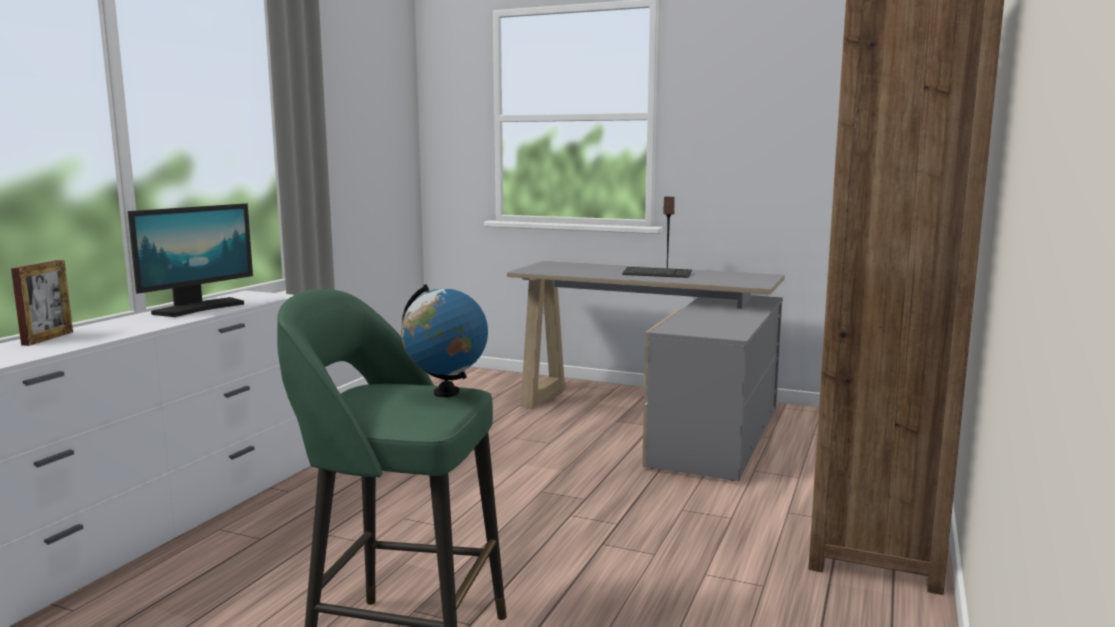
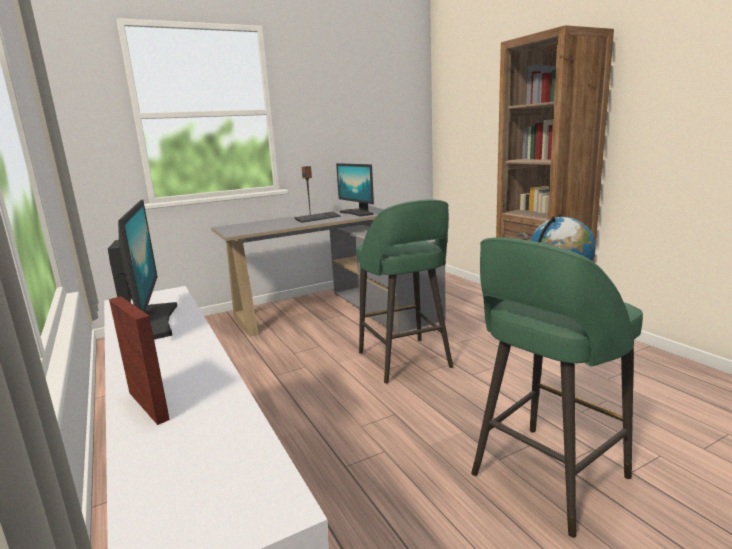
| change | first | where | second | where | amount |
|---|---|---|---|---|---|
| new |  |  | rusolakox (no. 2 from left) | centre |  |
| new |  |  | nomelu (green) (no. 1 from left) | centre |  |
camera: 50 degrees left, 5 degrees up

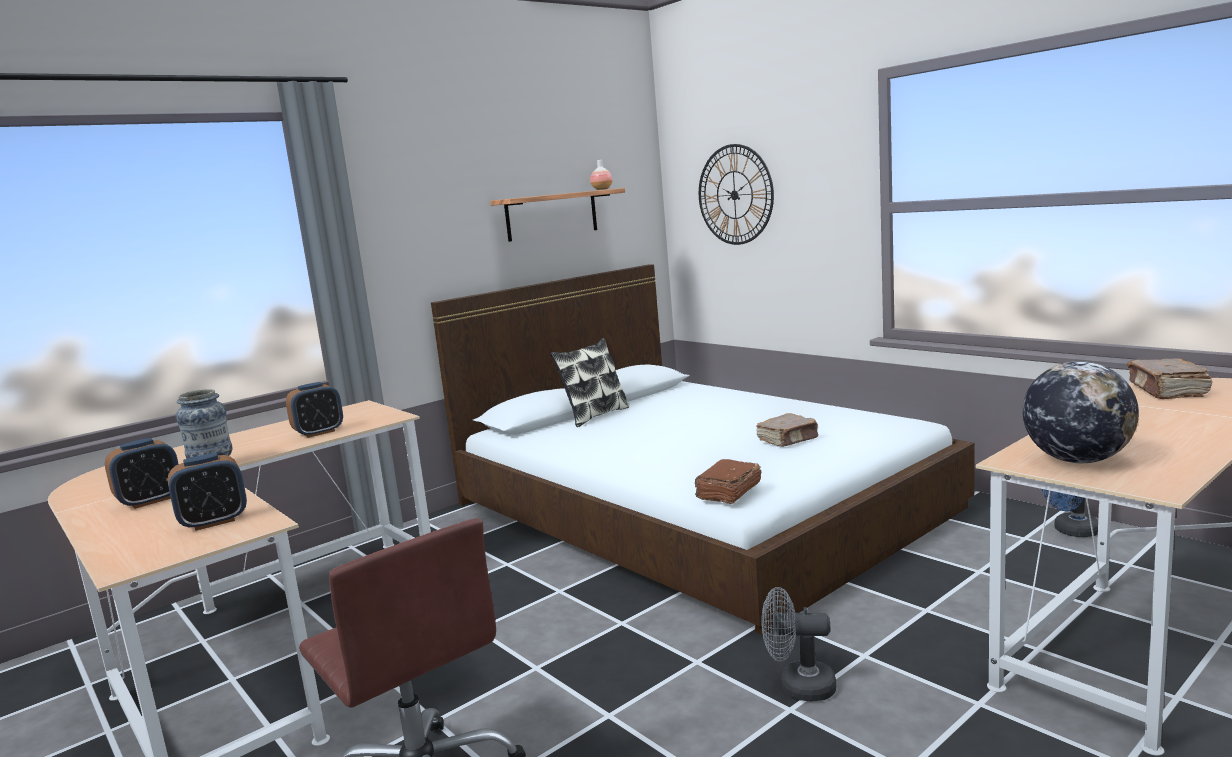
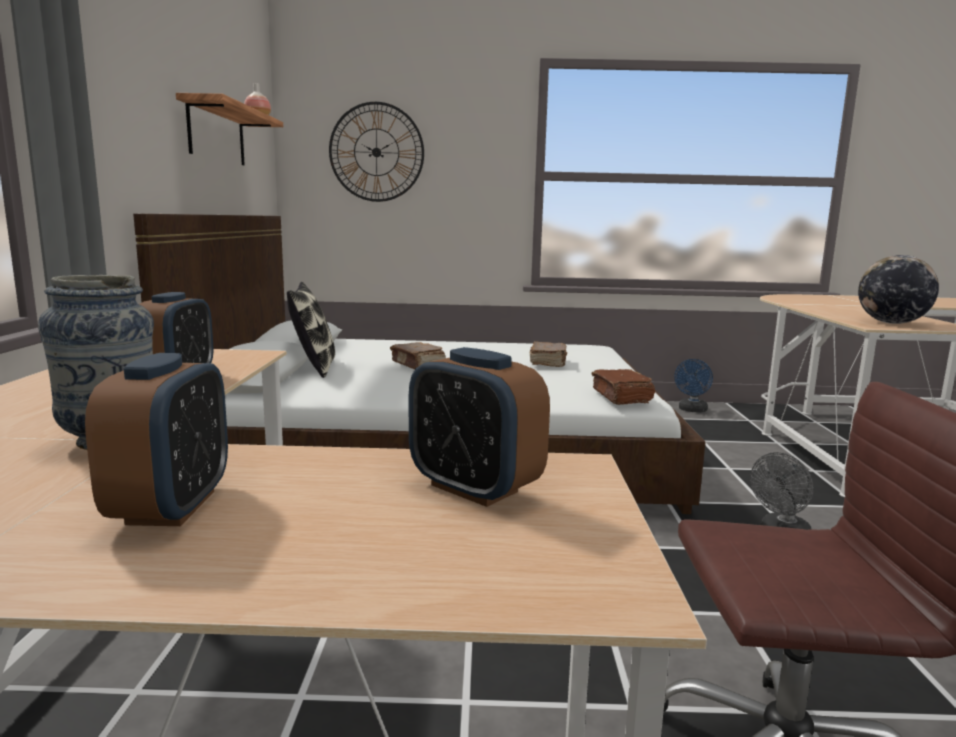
| change | first | where | second | where | amount |
|---|---|---|---|---|---|
| shifted | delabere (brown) (no. 3 from left in the first image) | middle right | delabere (brown) (no. 1 from left) | centre |  |
| rotated | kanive (no. 2 from left in the first image) | middle left | kanive (no. 3 from left) | centre | 120 degrees clockwise |
camera: 50 degrees left, 0 degrees up

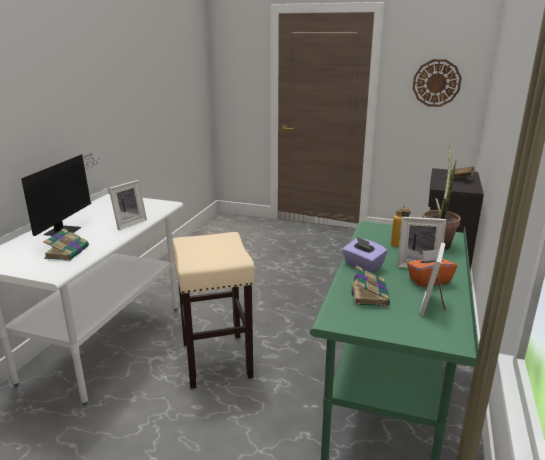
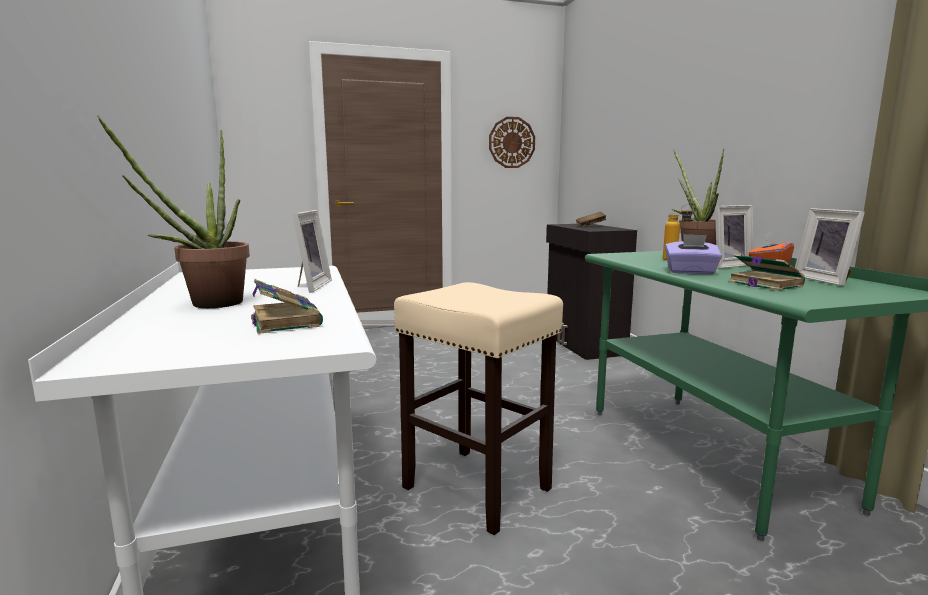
| change | first | where | second | where | amount |
|---|---|---|---|---|---|
| swapped | rusolakox | middle left | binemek (no. 1 from left) | middle left |  |
camera: 35 degrees left, 10 degrees down

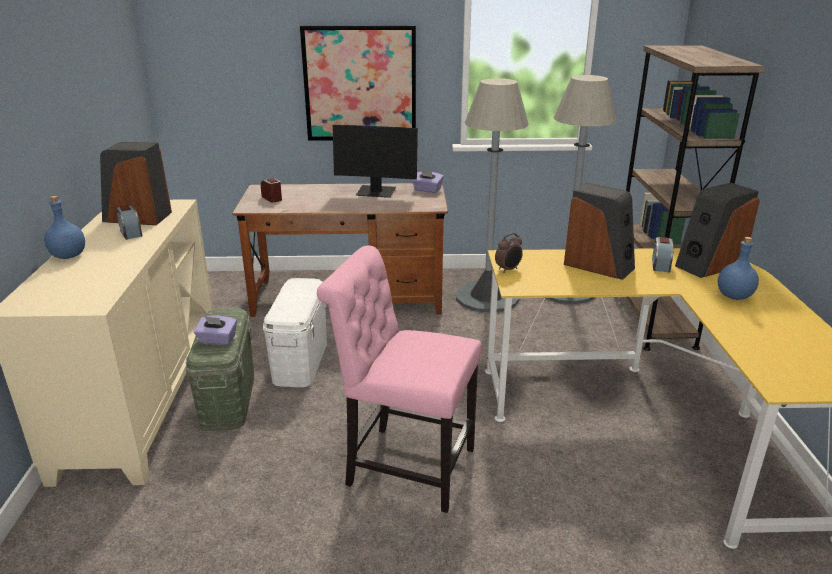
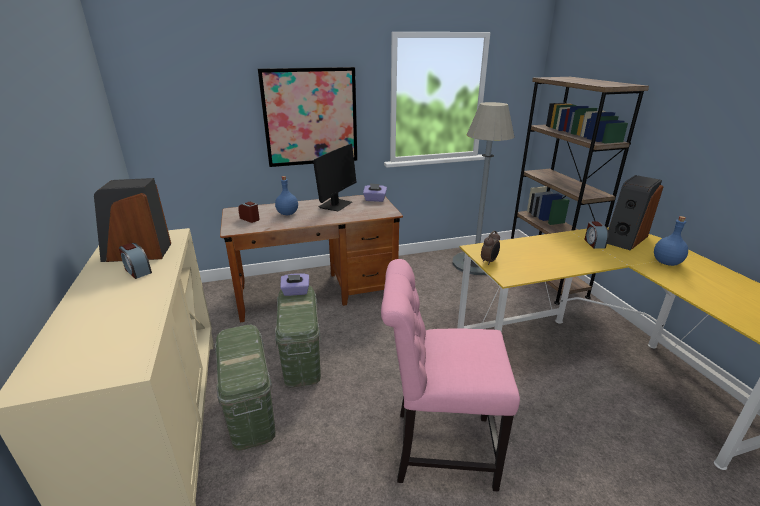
| change | first | where | second | where | amount |
|---|---|---|---|---|---|
| gone | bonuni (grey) (no. 1 from left) | centre |  |  |  |
| rotated | rusolakox | top centre |  | centre | 60 degrees counterclockwise |
| gone | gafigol (no. 2 from left) | middle right |  |  |  |
| shifted | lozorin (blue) (no. 1 from left) | middle left |  | centre |  |
| repainted | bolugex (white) | centre | bolugex (green) (no. 2 from left) | centre |  |
| shifted | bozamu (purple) (no. 1 from left) | middle left |  | centre |  |
camera: 15 degrees left, 0 degrees up

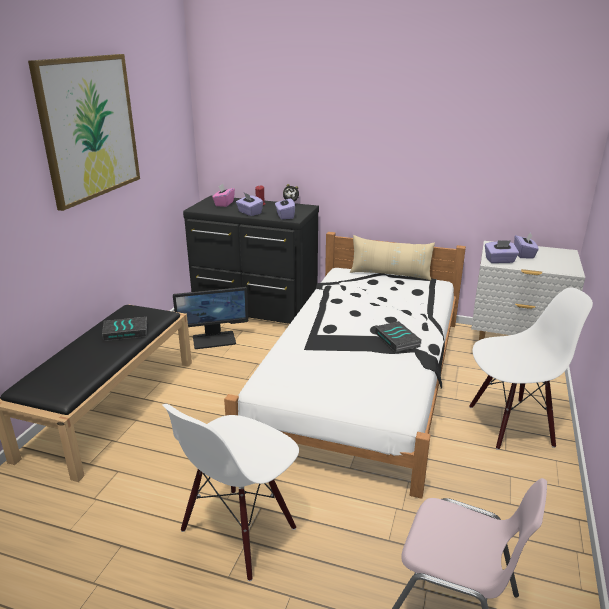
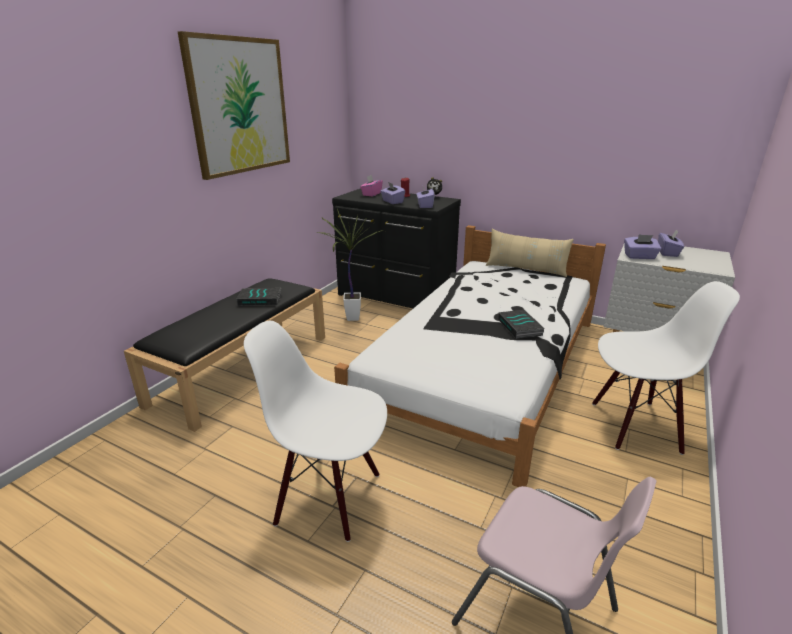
| change | first | where | second | where | amount |
|---|---|---|---|---|---|
| swapped | rusolakox | centre | binemek | centre |  |
| rotated | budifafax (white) (no. 1 from left) | bottom centre |  | bottom centre | 60 degrees clockwise |
camera: 10 degrees right, 0 degrees up

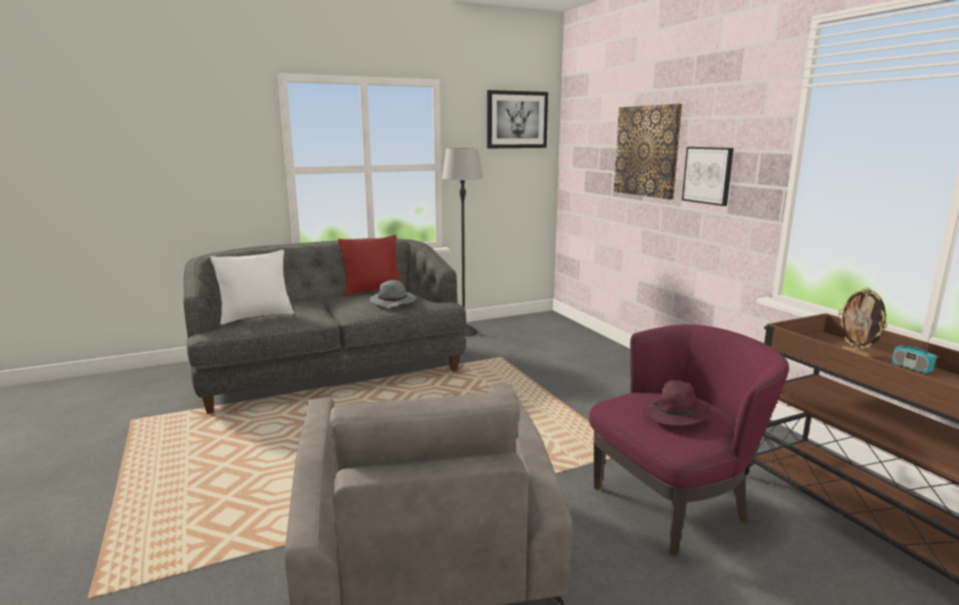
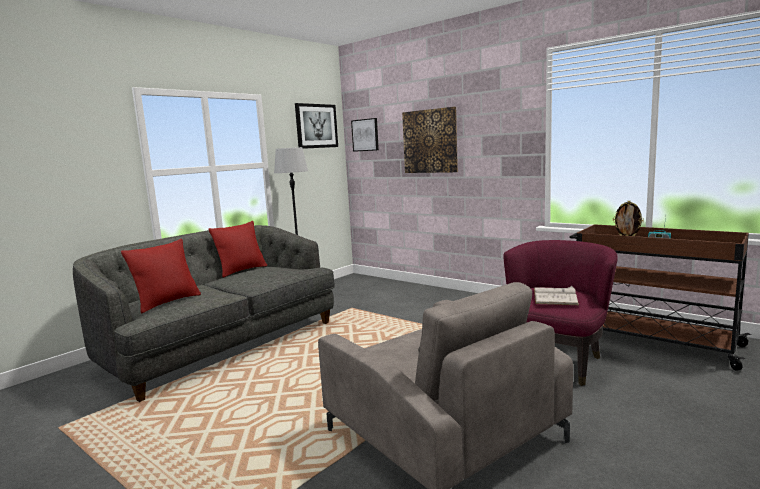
| change | first | where | second | where | amount |
|---|---|---|---|---|---|
| shifted | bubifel (no. 3 from left in the first image) | top right | bubifel (no. 2 from left) | top centre |  |
| repainted | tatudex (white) | middle left | tatudex (red) (no. 1 from left) | middle left |  |
| gone | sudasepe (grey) | centre |  |  |  |
| swapped | sudasepe (purple) | middle right | delabere (white) | middle right |  |
camera: 25 degrees left, 5 degrees down

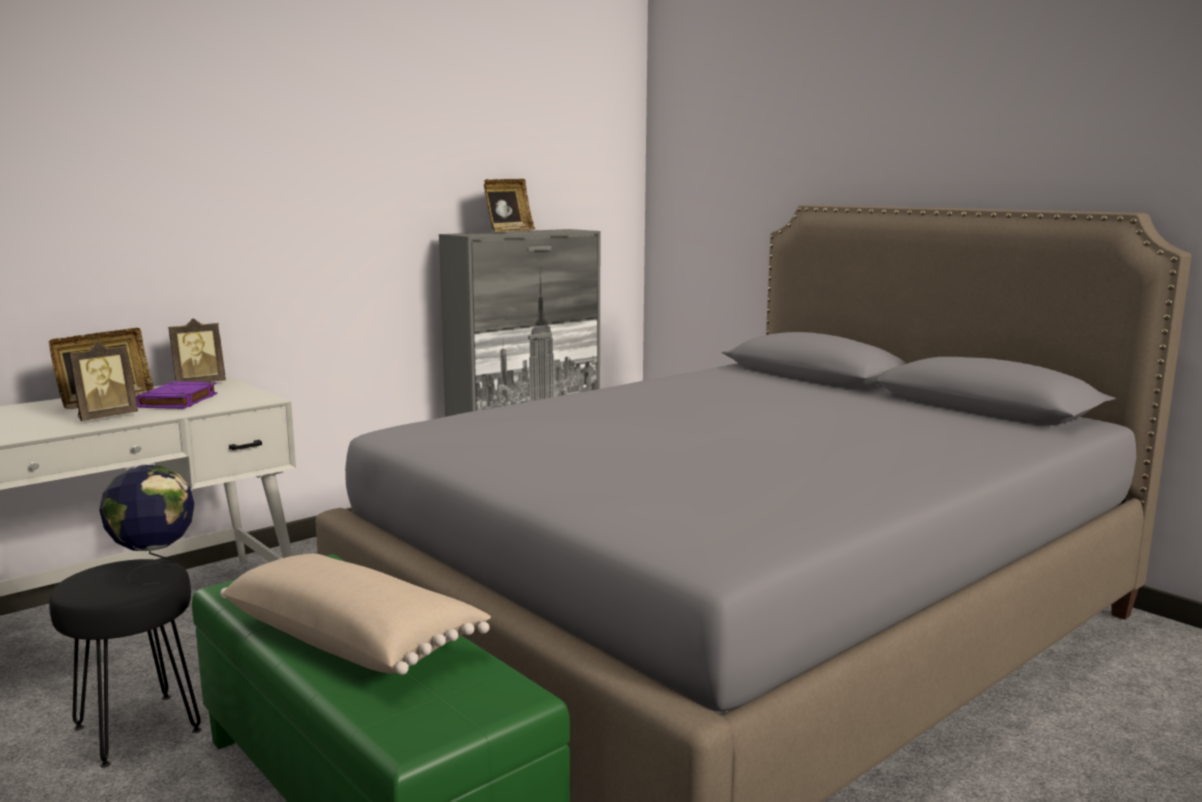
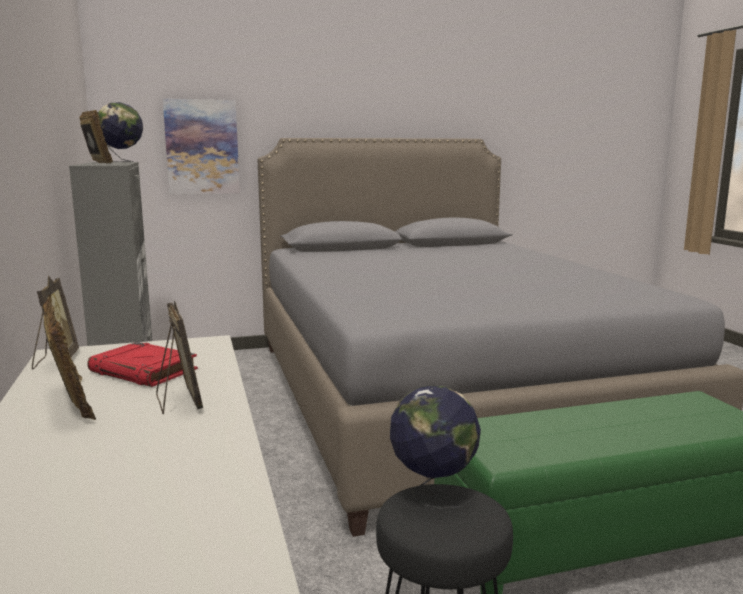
| change | first | where | second | where | amount |
|---|---|---|---|---|---|
| repainted | delabere (purple) | middle left | delabere (red) | middle left |  |
| gone | tatudex (beige) | bottom left |  |  |  |
| new |  |  | bubifel | top left |  |
| new |  |  | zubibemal (no. 1 from left) | top left |  |
camera: 65 degrees left, 0 degrees up

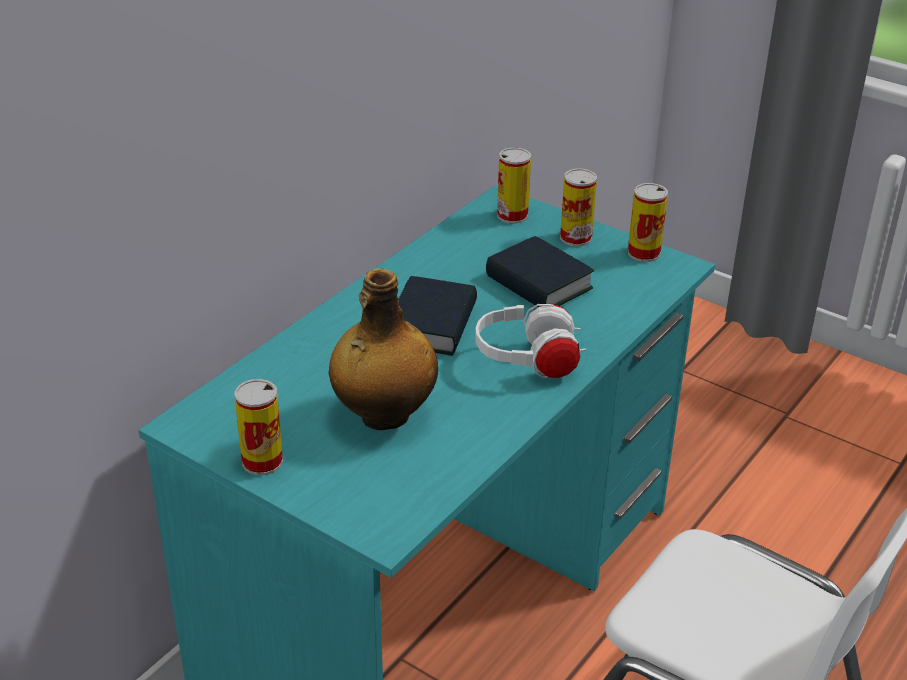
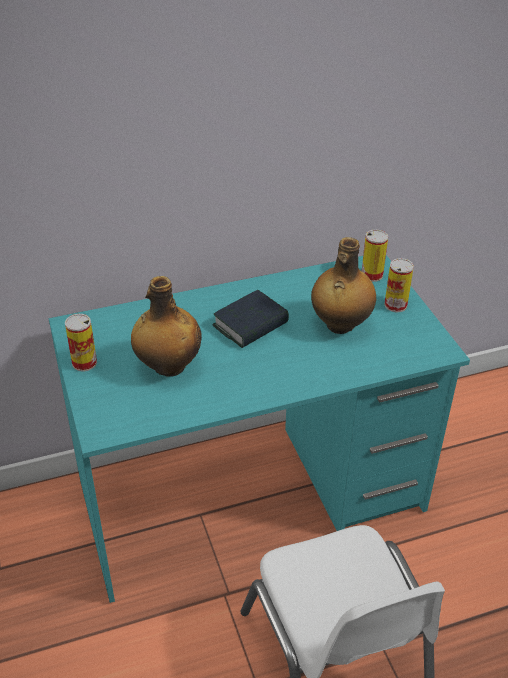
| change | first | where | second | where | amount |
|---|---|---|---|---|---|
| gone | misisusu (no. 4 from left) | top right |  |  |  |
| swapped | delabere (no. 2 from left) | centre | lozorin (no. 2 from left) | middle right |  |
| gone | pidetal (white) | centre |  |  |  |
camera: 35 degrees right, 5 degrees up

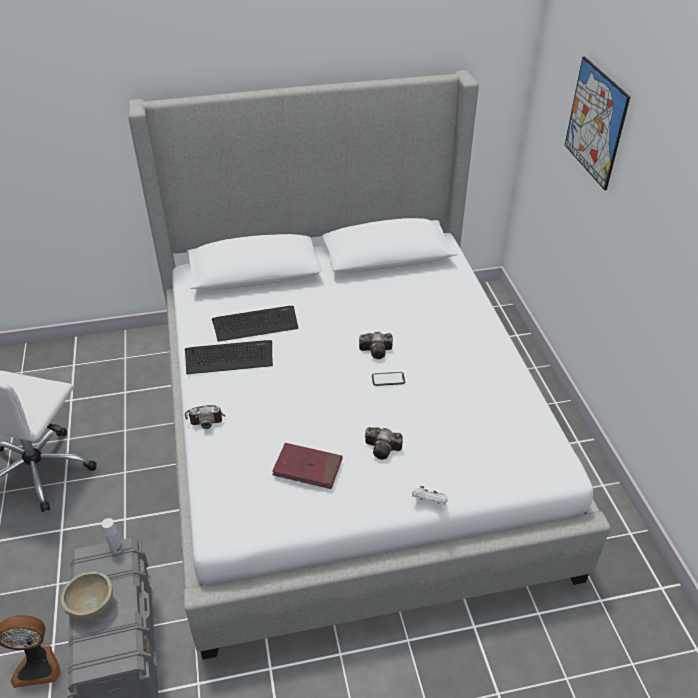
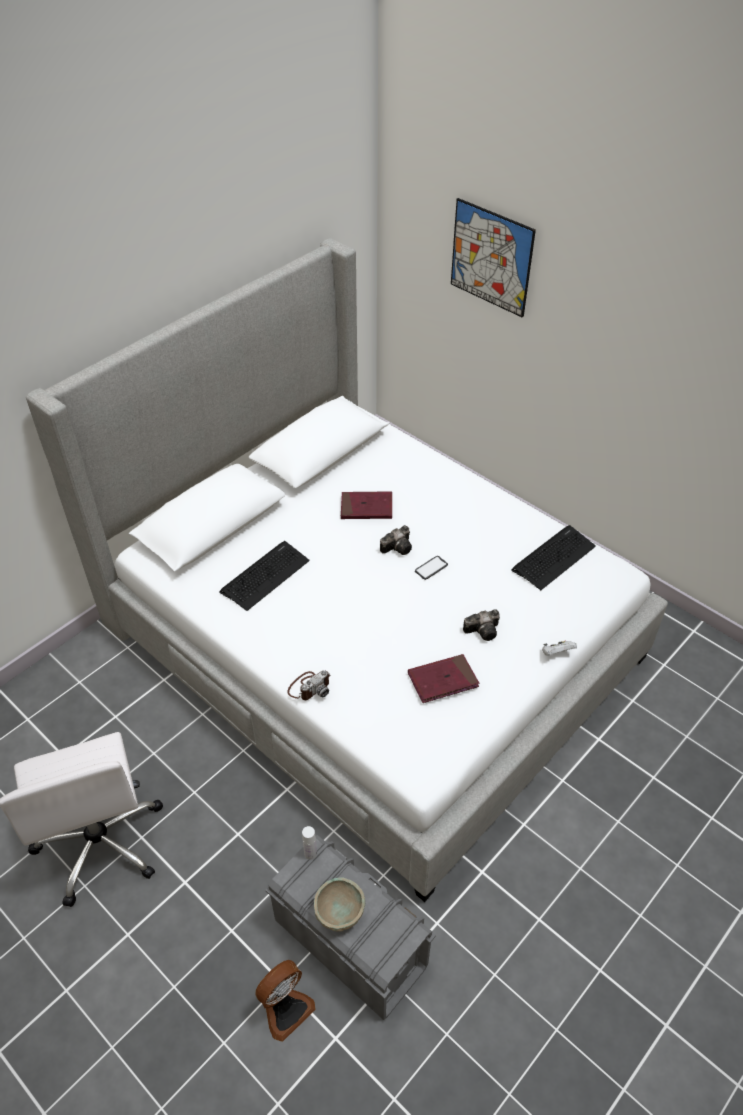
| change | first | where | second | where | amount |
|---|---|---|---|---|---|
| shifted | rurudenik (no. 1 from left in the first image) | middle left | rurudenik (no. 2 from left) | middle right |  |
| new |  |  | delabere (red) (no. 1 from left) | centre |  |
camera: 35 degrees left, 5 degrees up

